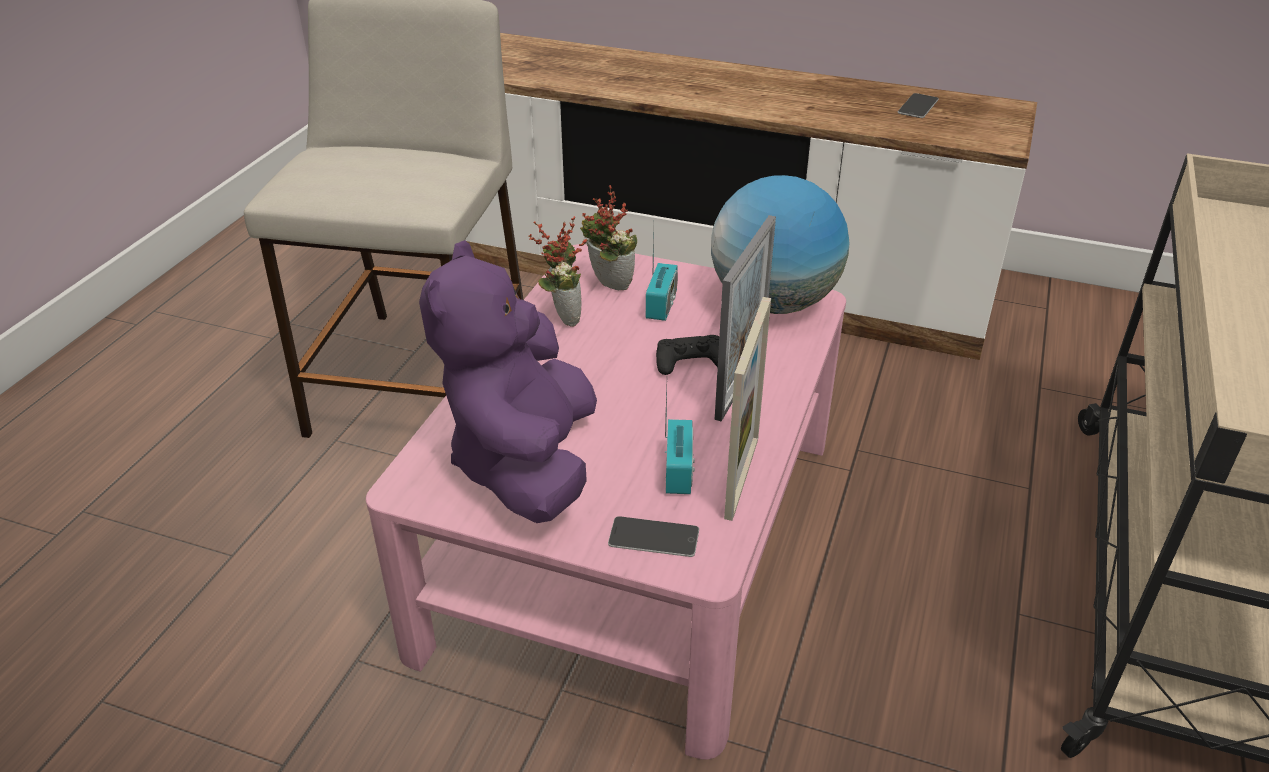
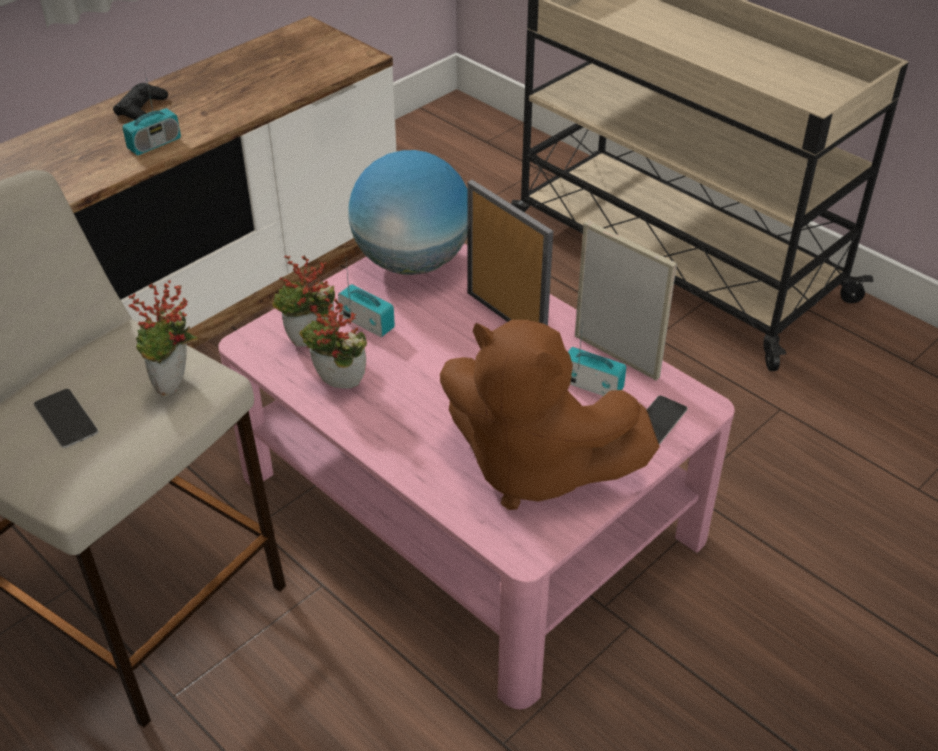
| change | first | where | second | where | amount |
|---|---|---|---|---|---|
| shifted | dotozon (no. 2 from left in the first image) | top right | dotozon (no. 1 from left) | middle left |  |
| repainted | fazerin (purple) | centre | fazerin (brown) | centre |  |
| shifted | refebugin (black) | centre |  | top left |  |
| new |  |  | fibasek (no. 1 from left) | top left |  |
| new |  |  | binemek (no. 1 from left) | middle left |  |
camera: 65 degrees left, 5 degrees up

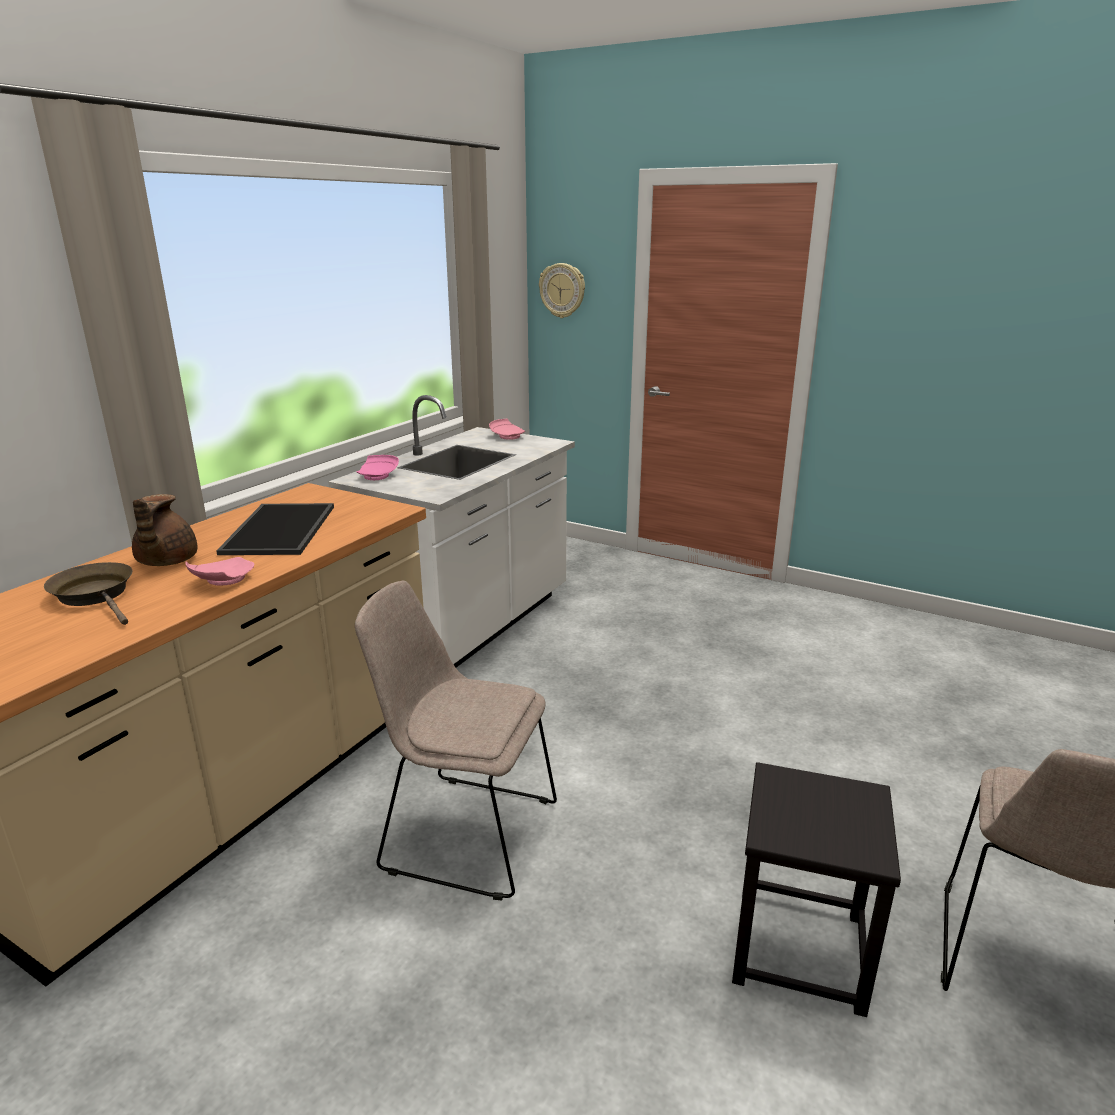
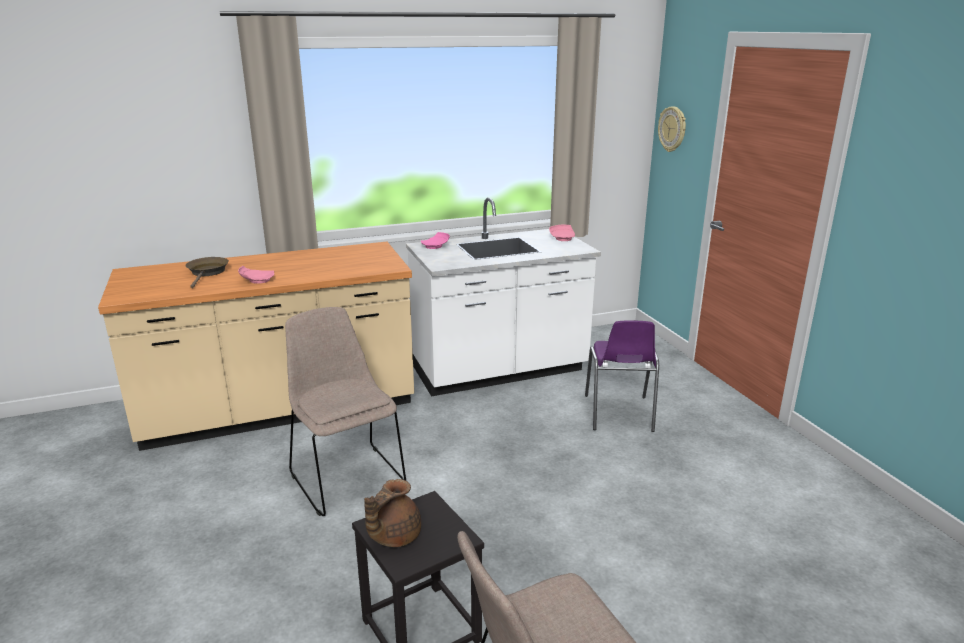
| change | first | where | second | where | amount |
|---|---|---|---|---|---|
| shifted | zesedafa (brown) | middle left |  | bottom centre |  |
| gone | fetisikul | middle left |  |  |  |
| new |  |  | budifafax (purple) | centre |  |
camera: 40 degrees right, 0 degrees up

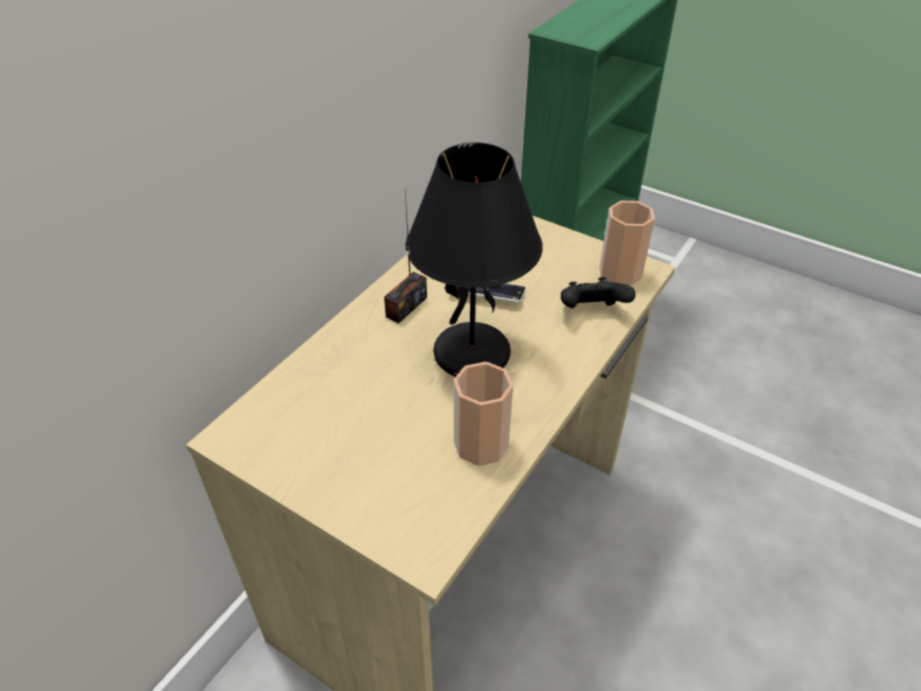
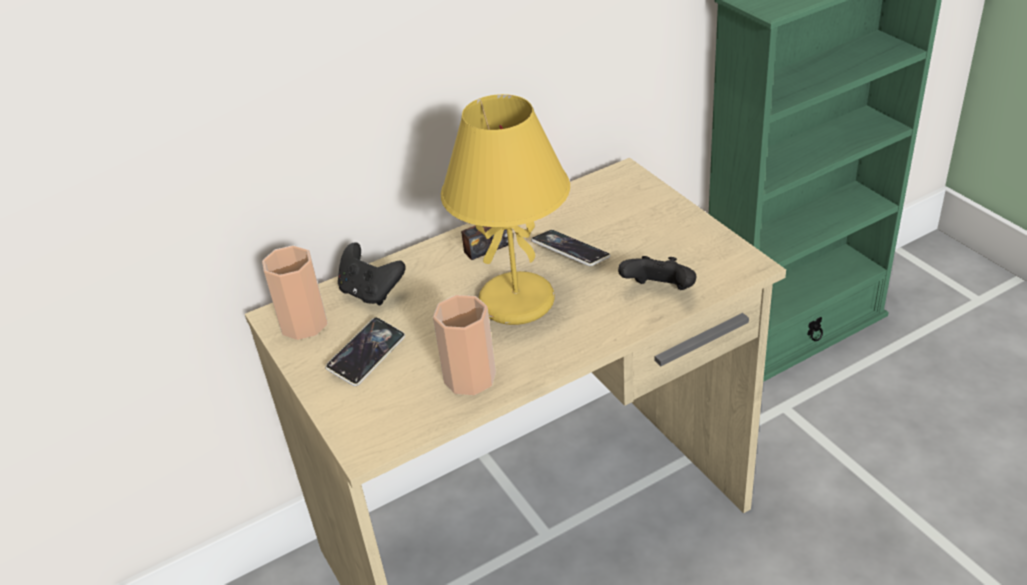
| change | first | where | second | where | amount |
|---|---|---|---|---|---|
| repainted | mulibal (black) | centre | mulibal (yellow) | centre |  |
| shifted | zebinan (no. 2 from left in the first image) | middle right | zebinan (no. 1 from left) | middle left |  |
| new |  |  | refebugin (black) (no. 1 from left) | centre |  |
| new |  |  | dotozon (no. 1 from left) | centre |  |
camera: 30 degrees right, 5 degrees down

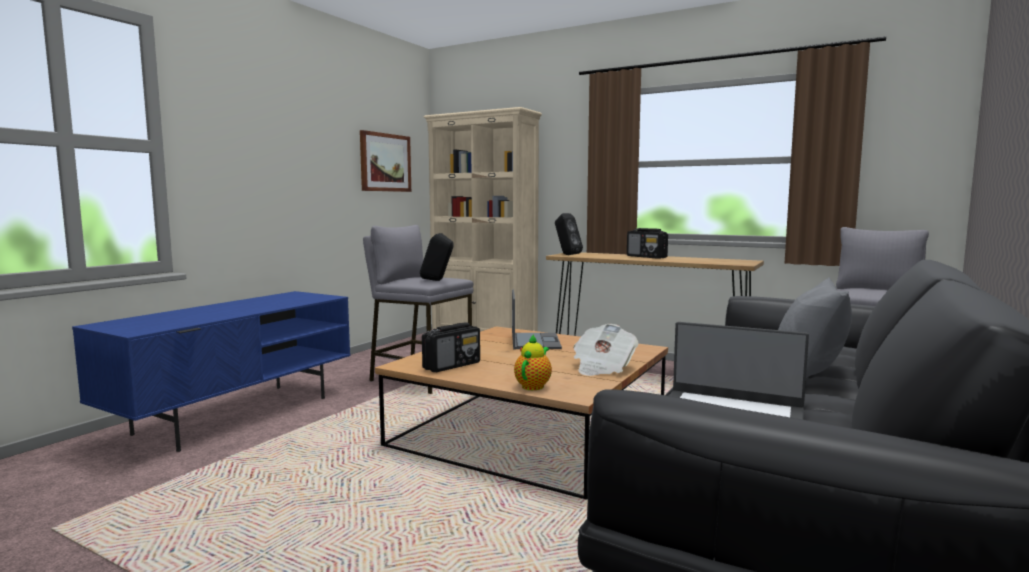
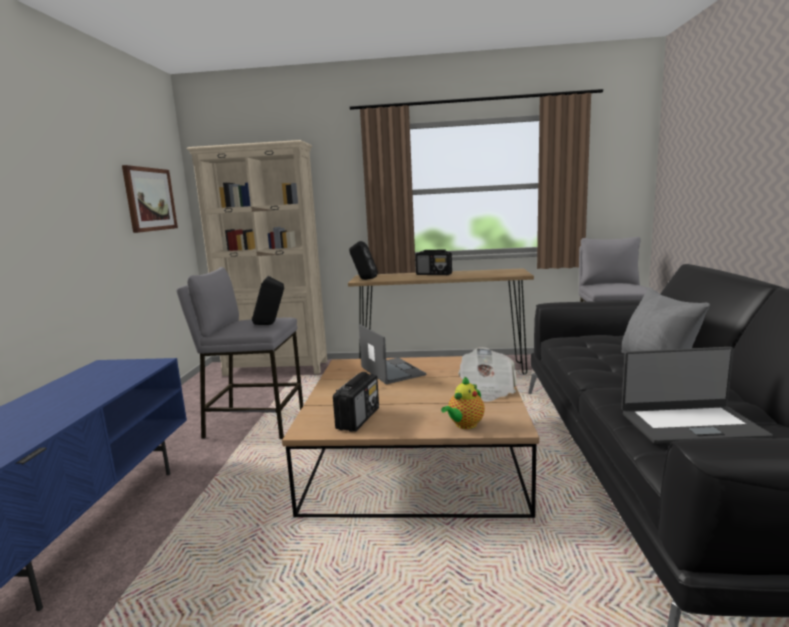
| change | first | where | second | where | amount |
|---|---|---|---|---|---|
| rotated | zesedafa | centre |  | centre | 135 degrees counterclockwise |
camera: 25 degrees left, 5 degrees up

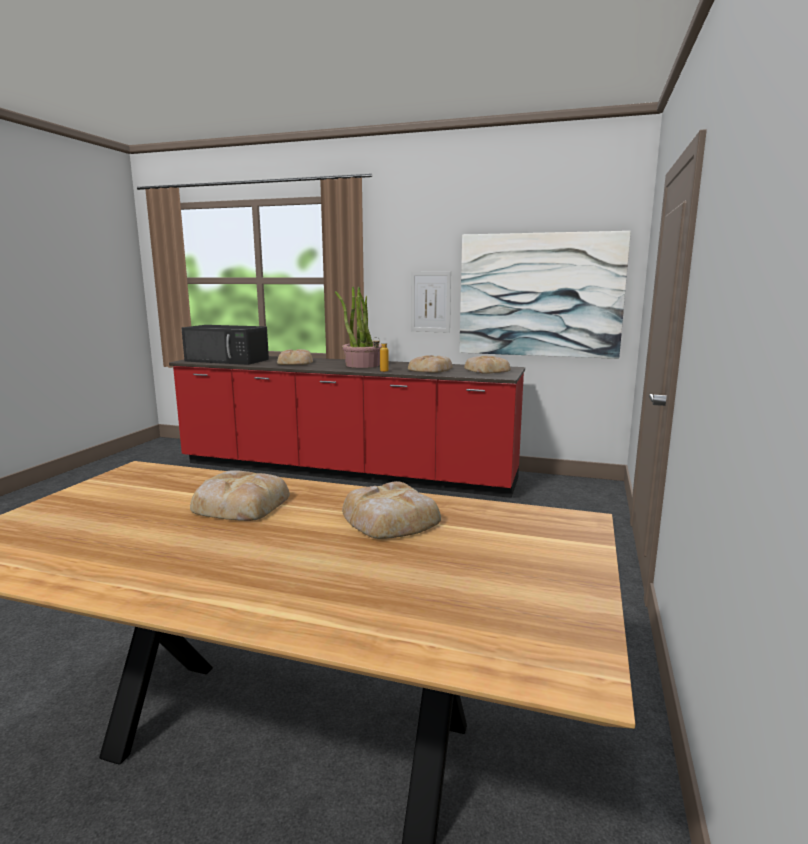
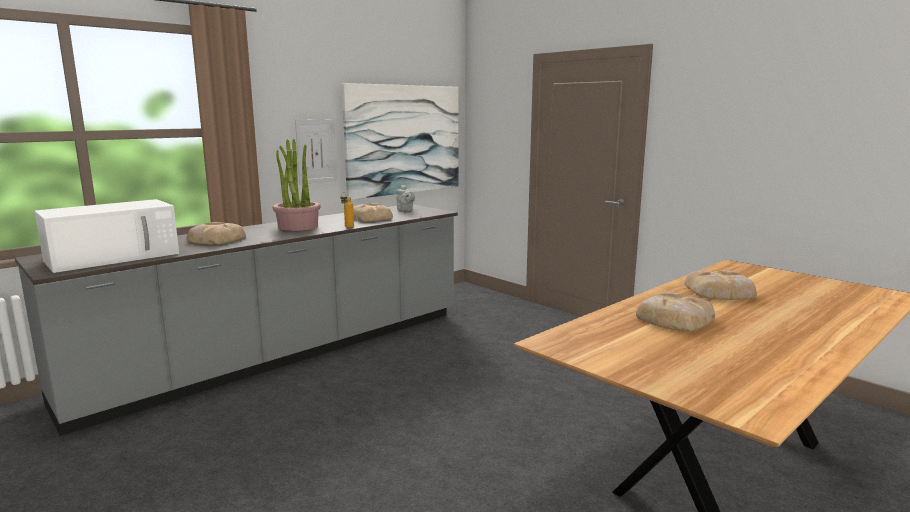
| change | first | where | second | where | amount |
|---|---|---|---|---|---|
| repainted | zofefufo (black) | middle left | zofefufo (white) | middle left |  |
| repainted | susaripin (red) | centre | susaripin (grey) | middle left |  |
| swapped | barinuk (no. 5 from left) | centre | zesedafa (grey) | centre |  |
camera: 60 degrees left, 0 degrees up

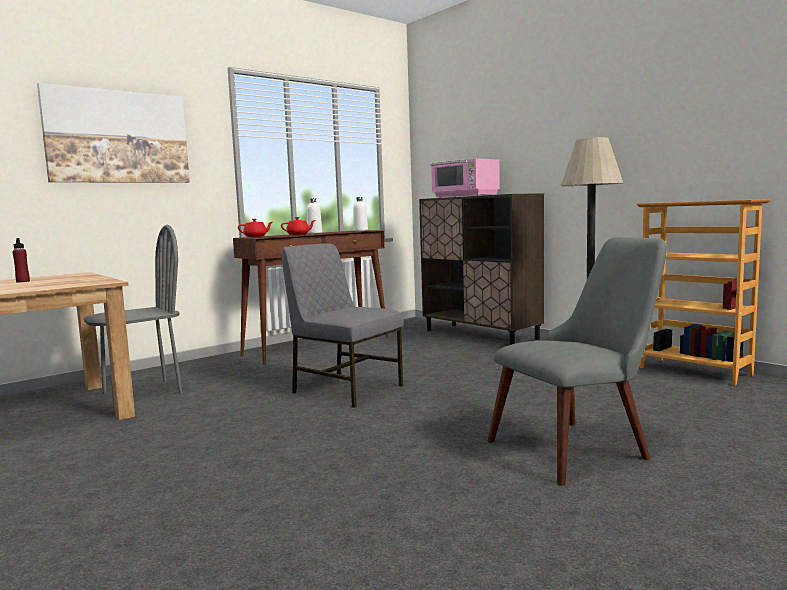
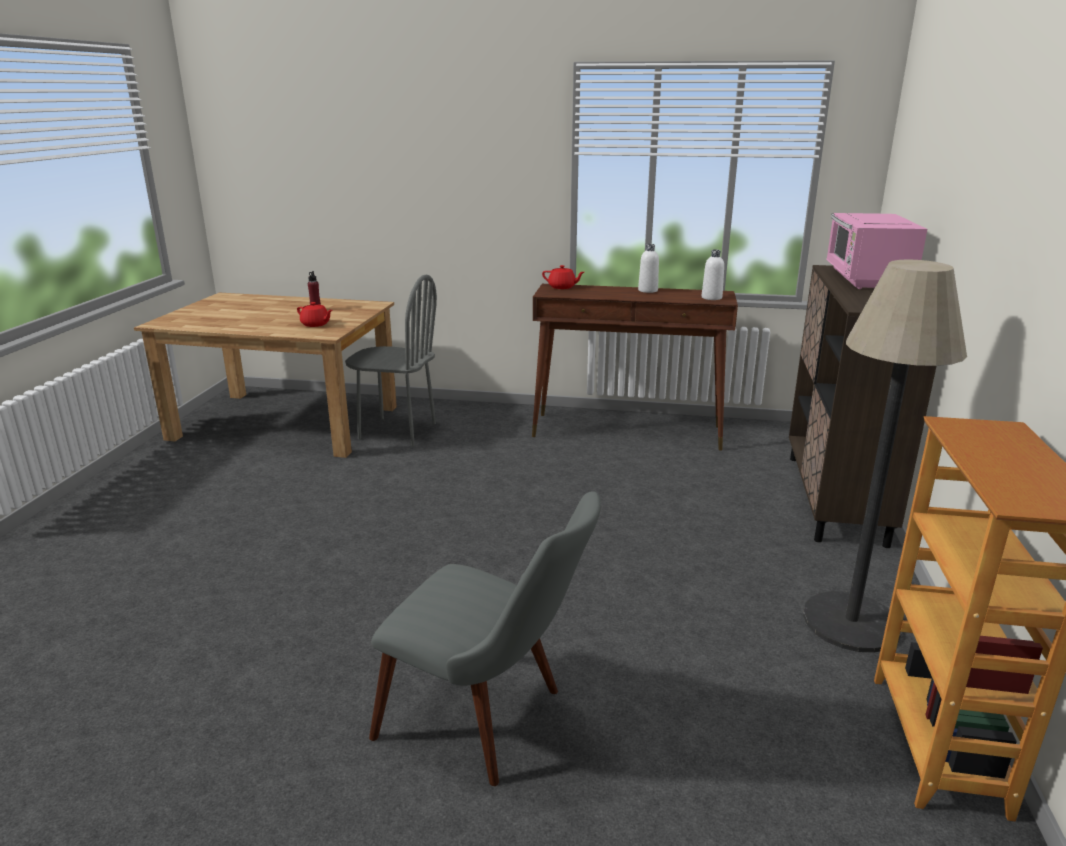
| change | first | where | second | where | amount |
|---|---|---|---|---|---|
| gone | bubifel | top left |  |  |  |
| shifted | zesedafa (red) (no. 2 from left in the first image) | centre | zesedafa (red) (no. 1 from left) | middle left |  |
| gone | budifafax (grey) (no. 2 from left) | centre |  |  |  |
camera: 50 degrees right, 15 degrees up

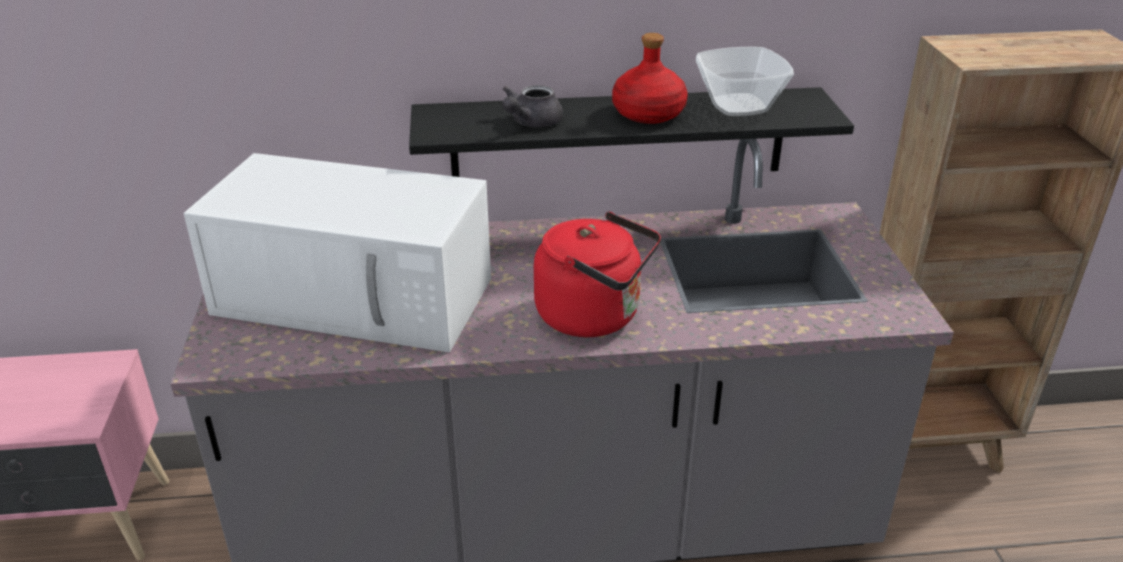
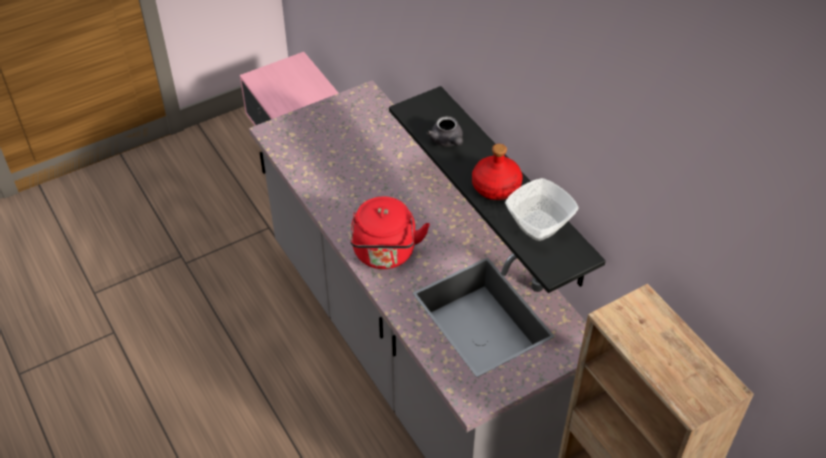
| change | first | where | second | where | amount |
|---|---|---|---|---|---|
| rotated | zesedafa (grey) | top centre |  | top centre | 120 degrees counterclockwise |
| gone | zofefufo (white) | middle left |  |  |  |
camera: 65 degrees right, 15 degrees up

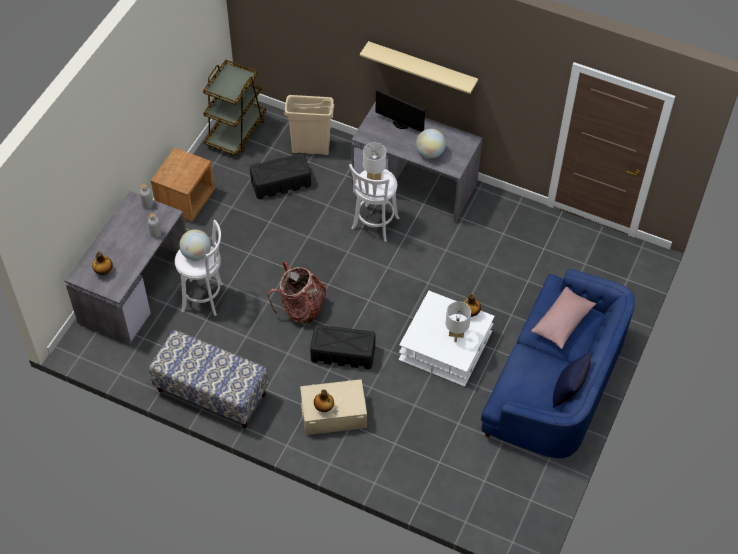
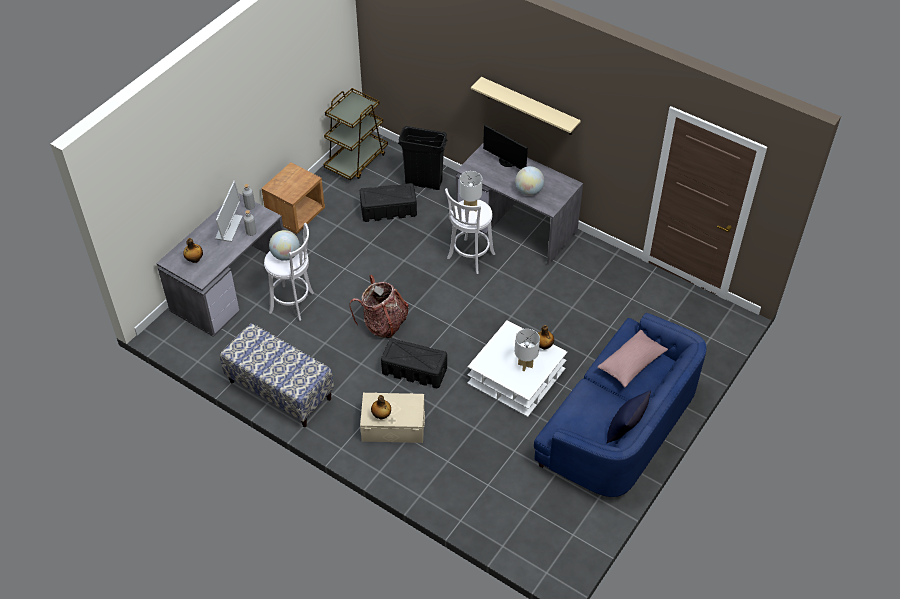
| change | first | where | second | where | amount |
|---|---|---|---|---|---|
| repainted | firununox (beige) | top centre | firununox (black) | top centre |  |
| new |  |  | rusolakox (no. 1 from left) | middle left |  |
camera: 10 degrees right, 5 degrees down

